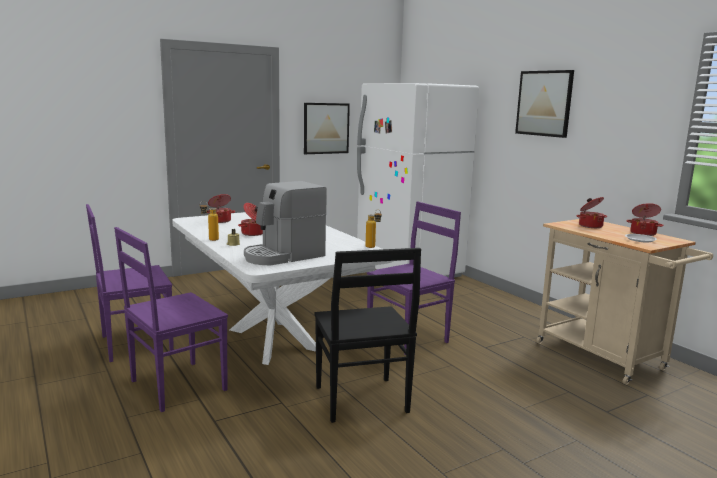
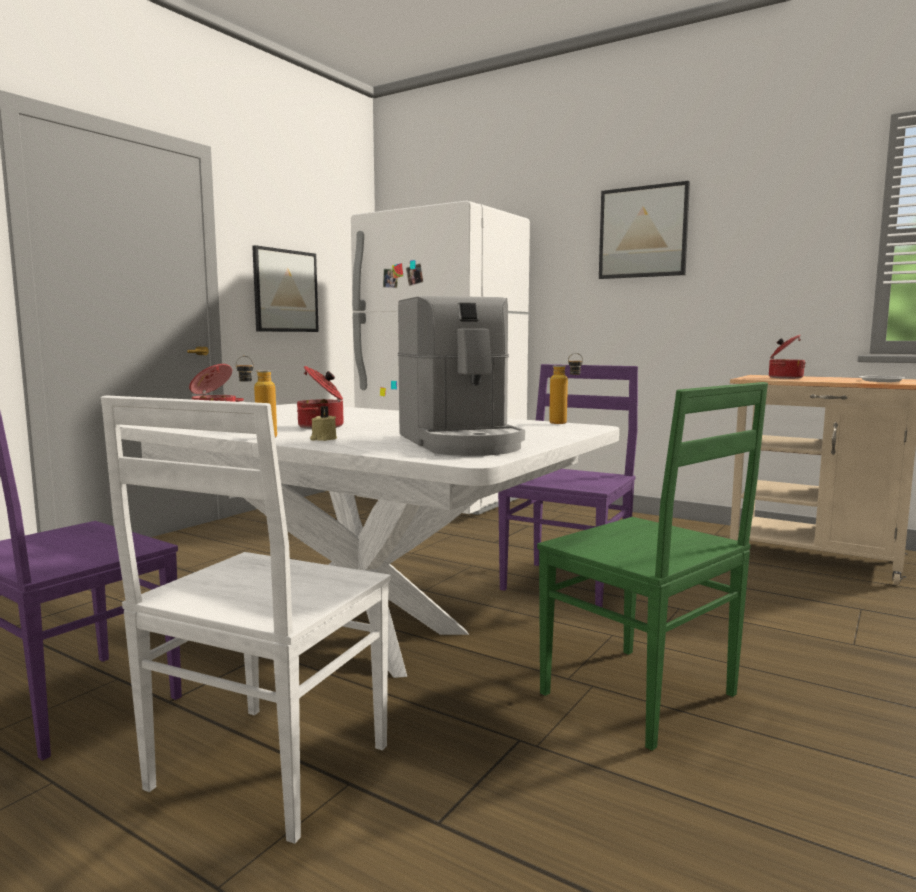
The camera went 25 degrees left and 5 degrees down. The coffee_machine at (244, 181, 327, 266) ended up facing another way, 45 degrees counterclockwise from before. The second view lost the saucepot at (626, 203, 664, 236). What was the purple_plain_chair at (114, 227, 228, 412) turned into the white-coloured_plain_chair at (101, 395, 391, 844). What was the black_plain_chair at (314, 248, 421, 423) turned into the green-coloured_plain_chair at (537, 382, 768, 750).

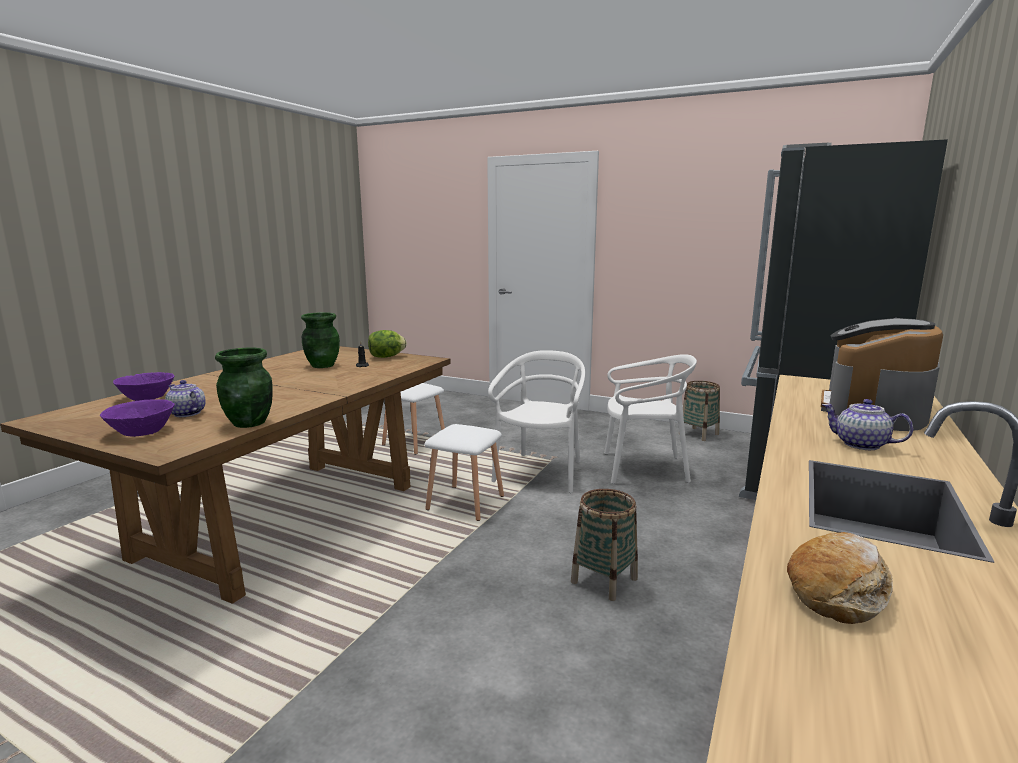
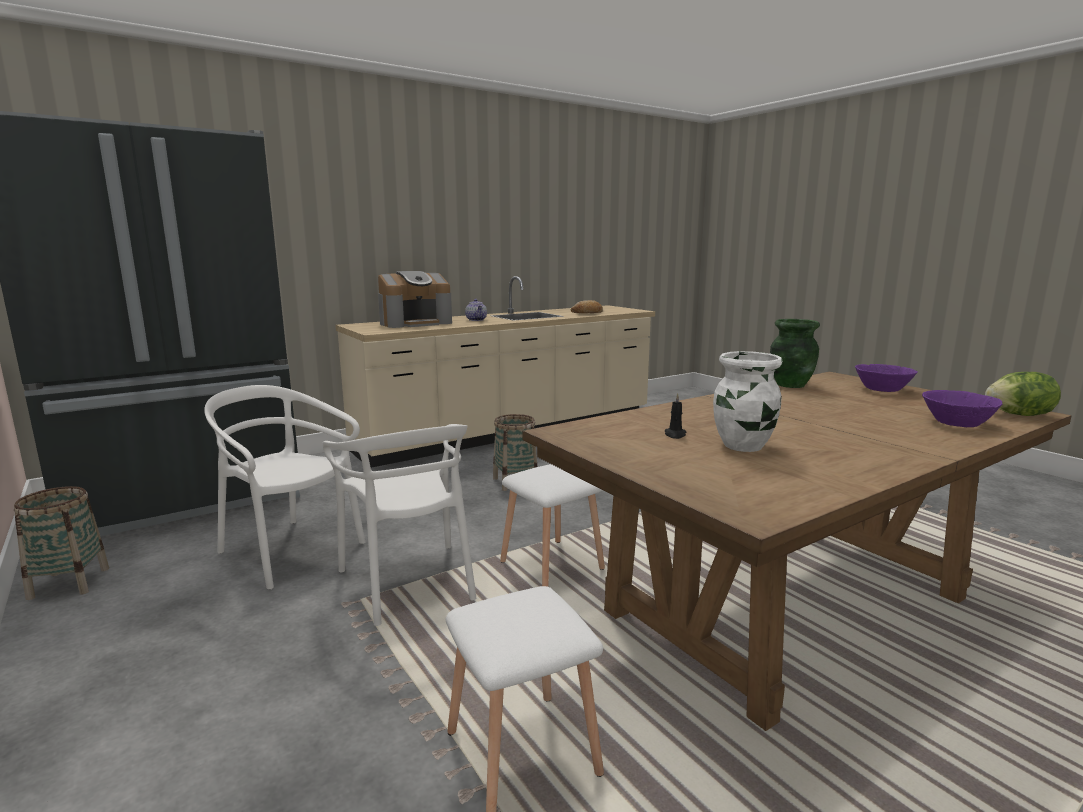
The camera went 150 degrees left and 0 degrees up. What was the green-coloured_vase at (301, 312, 340, 368) turned into the white-coloured_vase at (713, 351, 783, 452). The lettuce ended up elsewhere, having gone from (368, 330, 407, 358) to (985, 372, 1061, 416). The white-coloured_plain_chair at (488, 350, 585, 493) ended up facing another way, 75 degrees counterclockwise from before. The second view lost the teapot at (165, 380, 206, 417).

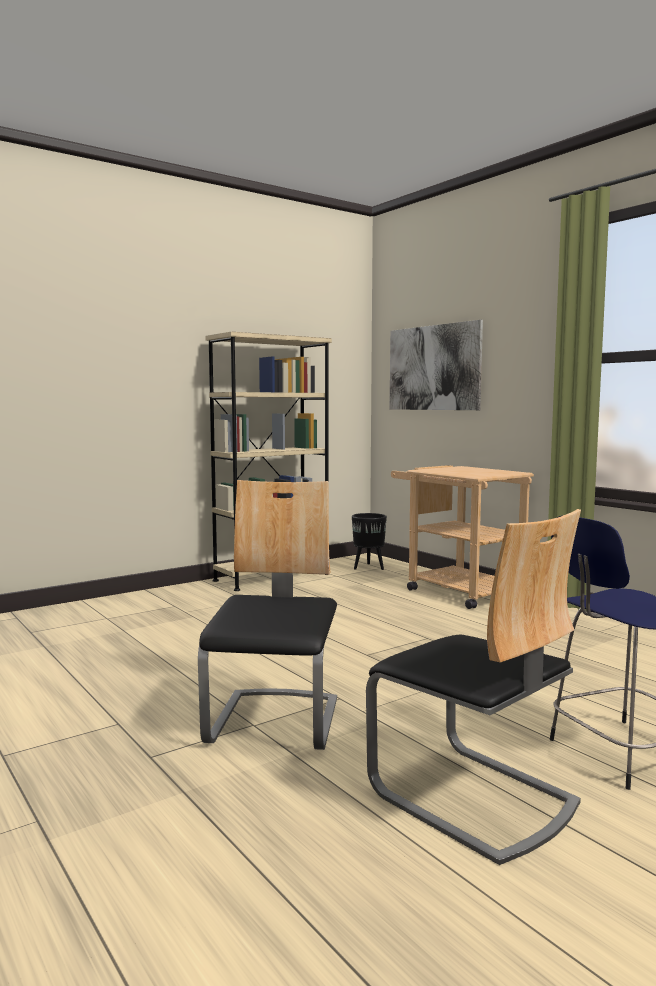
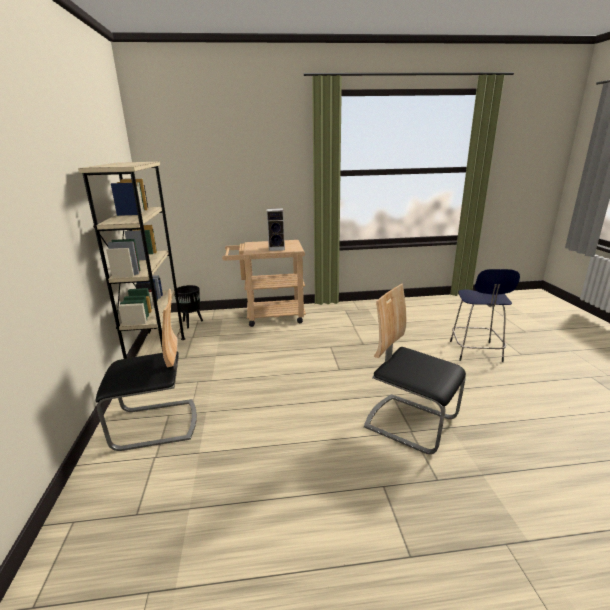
The camera went 60 degrees left and 15 degrees up. The second view lost the wall_art at (390, 320, 483, 410). The plain_chair ended up elsewhere, having gone from (366, 509, 581, 865) to (96, 289, 197, 451). The second view gained the speaker at (267, 208, 285, 251).

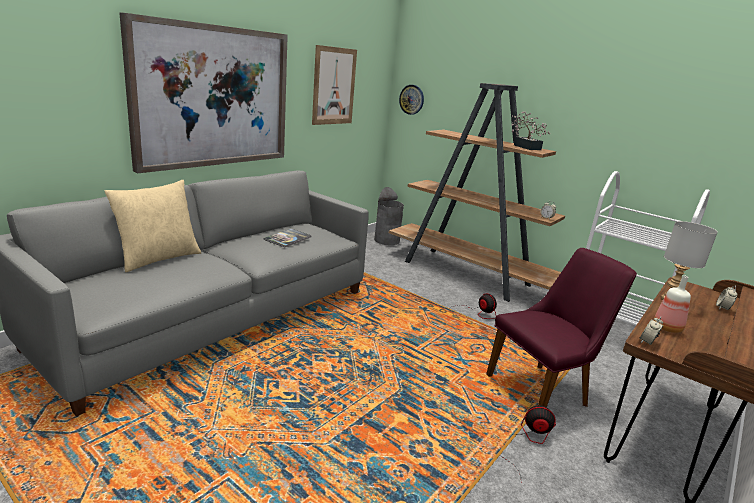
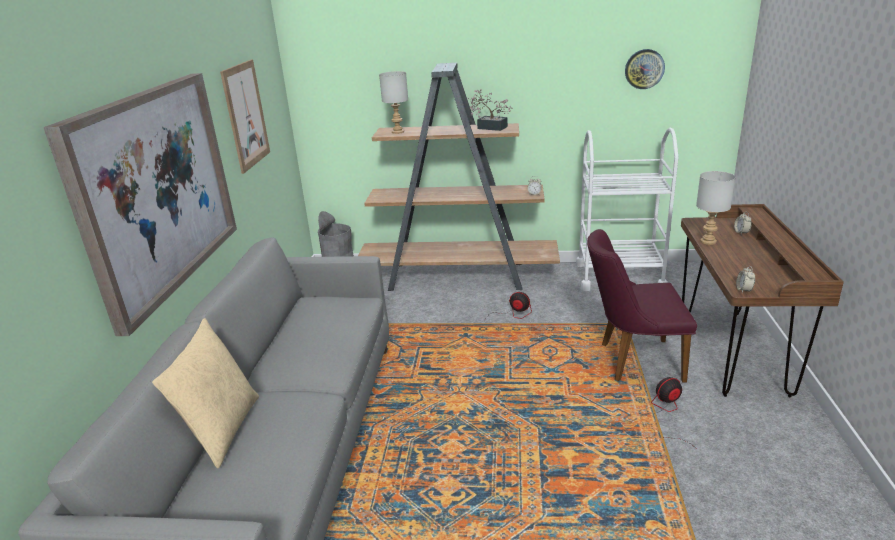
The camera went 30 degrees left and 5 degrees up. The hanging_clock ended up elsewhere, having gone from (399, 85, 424, 115) to (625, 49, 665, 89). The second view lost the volume at (264, 229, 312, 247). The purple_plain_chair at (486, 248, 637, 407) ended up facing another way, 120 degrees counterclockwise from before. The second view lost the drink_bottle at (654, 275, 691, 333). The second view gained the gray_lamp_for_a_table at (379, 71, 408, 134).

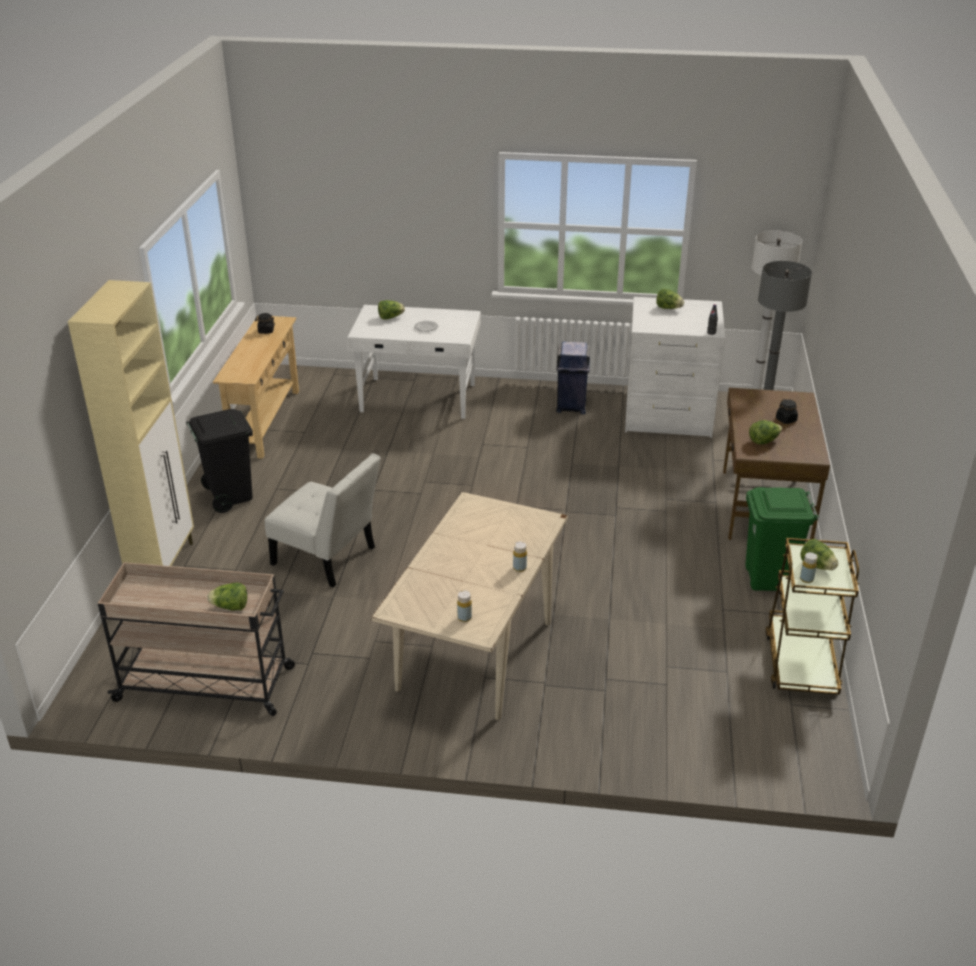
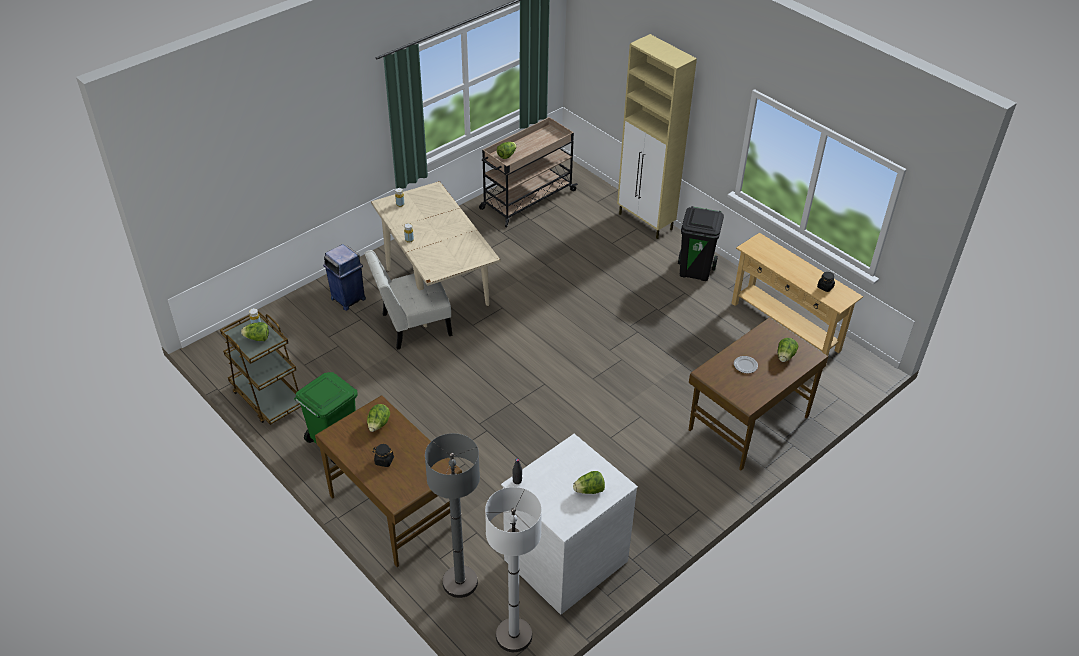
The camera went 130 degrees right and 10 degrees up. What was the white-coloured_desk_table at (347, 305, 481, 419) turned into the brown-coloured_desk_table at (689, 317, 828, 470). The blue_rubbish_bin ended up elsewhere, having gone from (556, 342, 590, 414) to (323, 244, 366, 311). The white-coloured_plain_chair ended up elsewhere, having gone from (265, 453, 381, 588) to (365, 250, 453, 350).

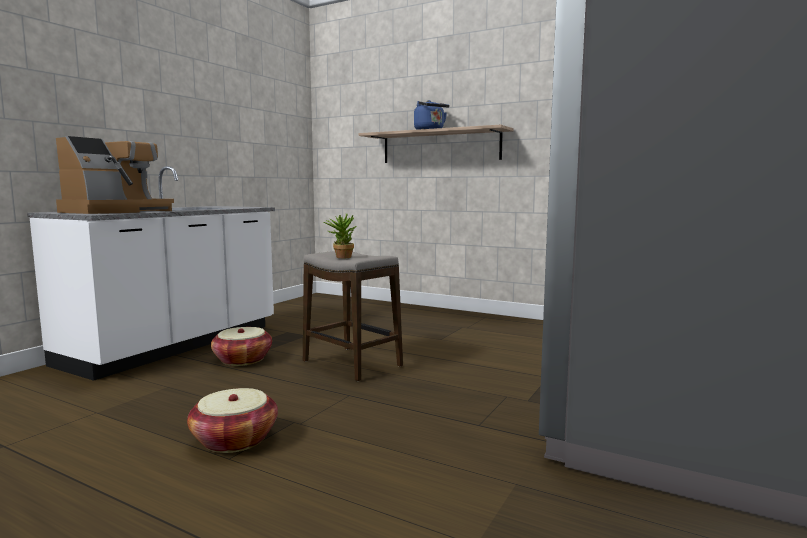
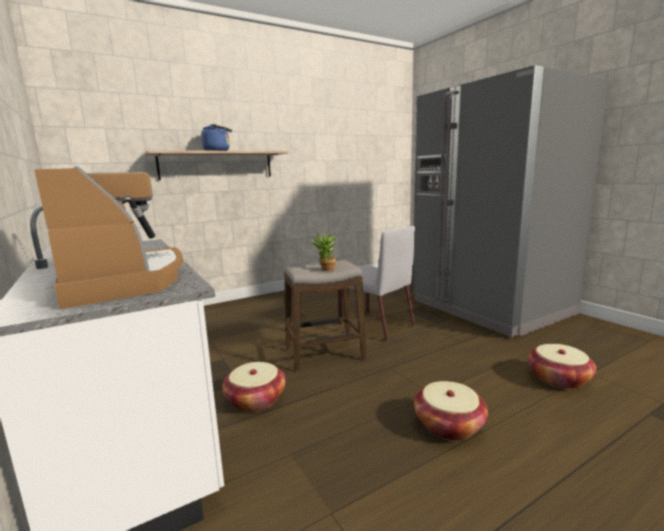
The camera went 60 degrees left and 5 degrees up. The second view gained the gray_plain_chair at (338, 226, 415, 341). The second view gained the household_basket at (528, 344, 596, 389).

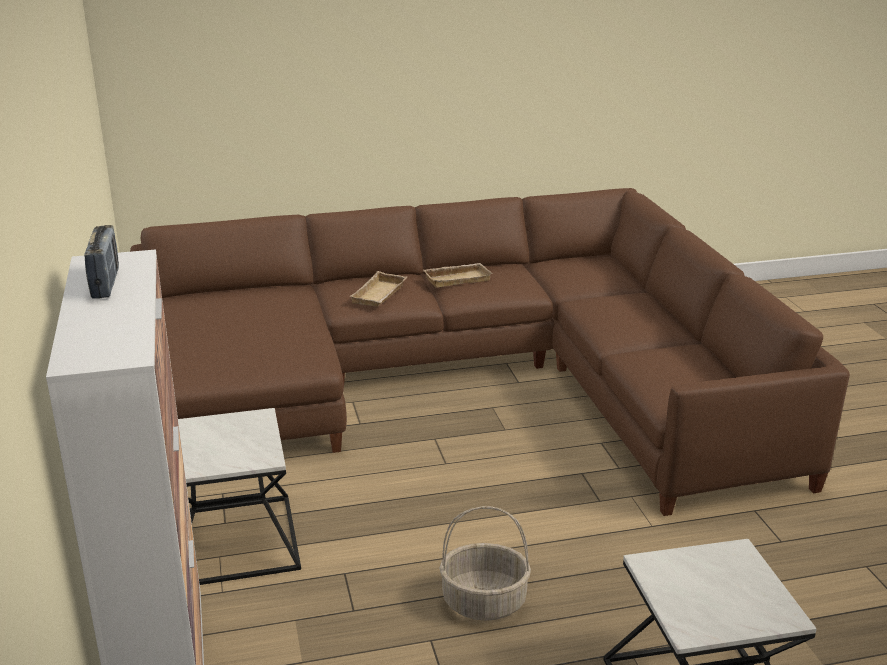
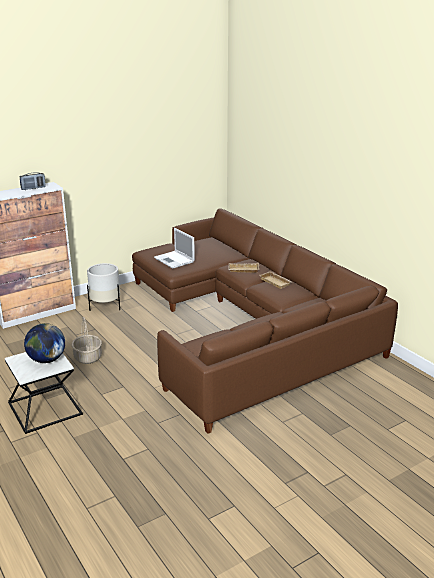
The camera went 70 degrees right and 0 degrees up. Where the side_table stood at (178, 408, 301, 585), the white-coloured_planter came to stand at (87, 263, 120, 311). The second view gained the laptop at (154, 228, 195, 269). The second view gained the desk_globe at (24, 323, 65, 363).

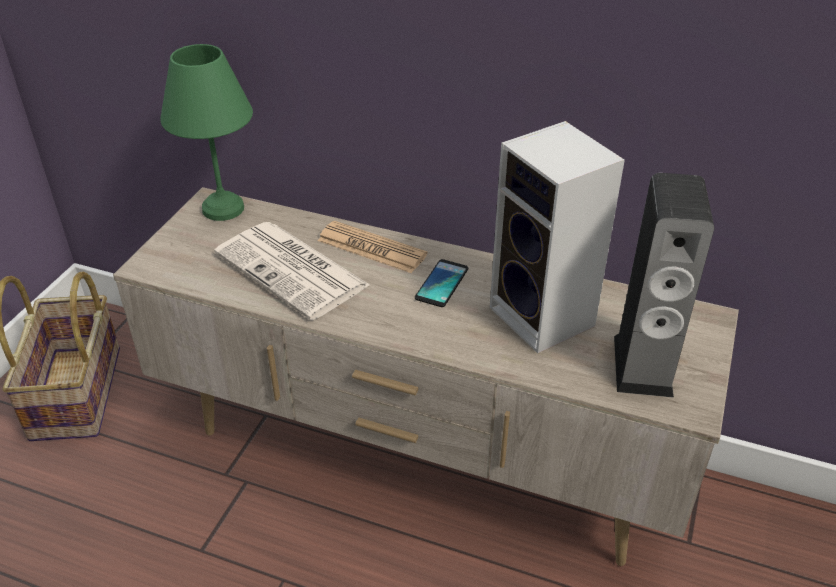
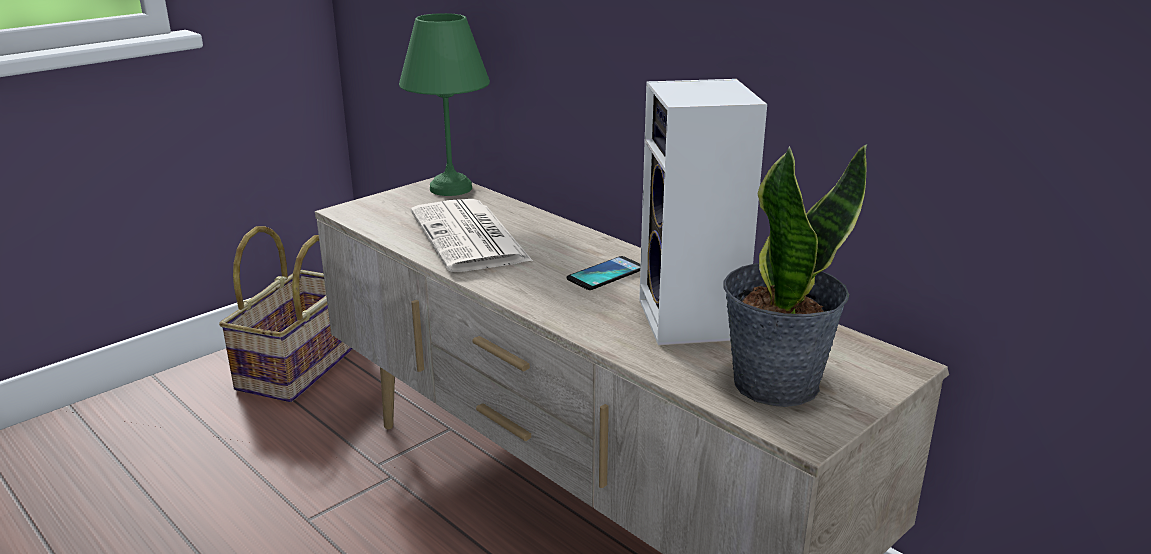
The camera went 25 degrees right and 15 degrees down. Where the speaker stood at (614, 173, 714, 398), the houseplant came to stand at (723, 144, 867, 407). The second view lost the newspaper at (318, 221, 428, 273).

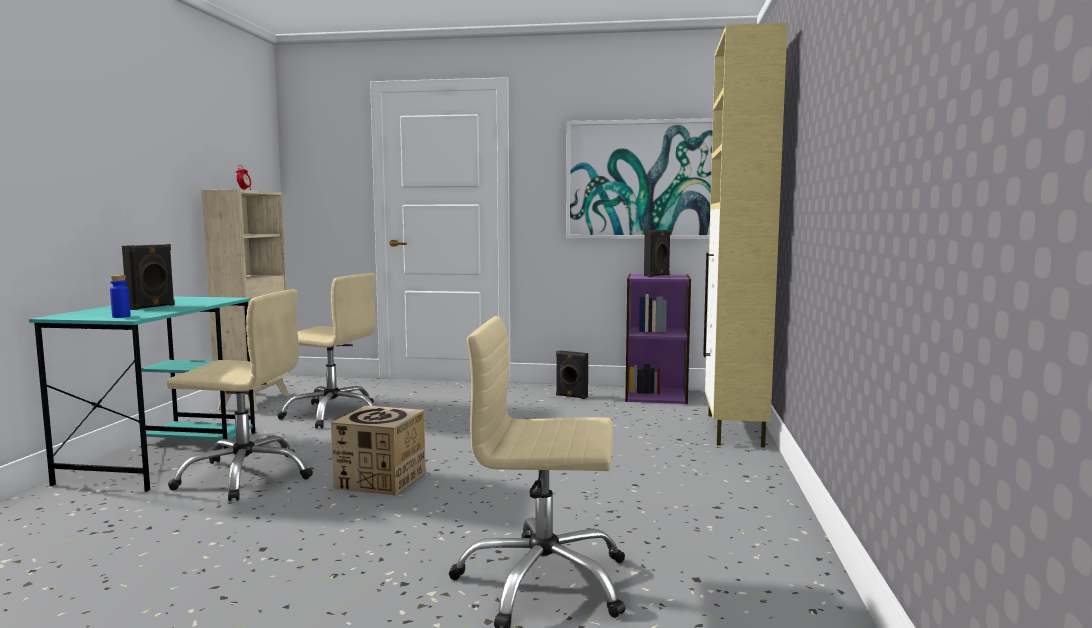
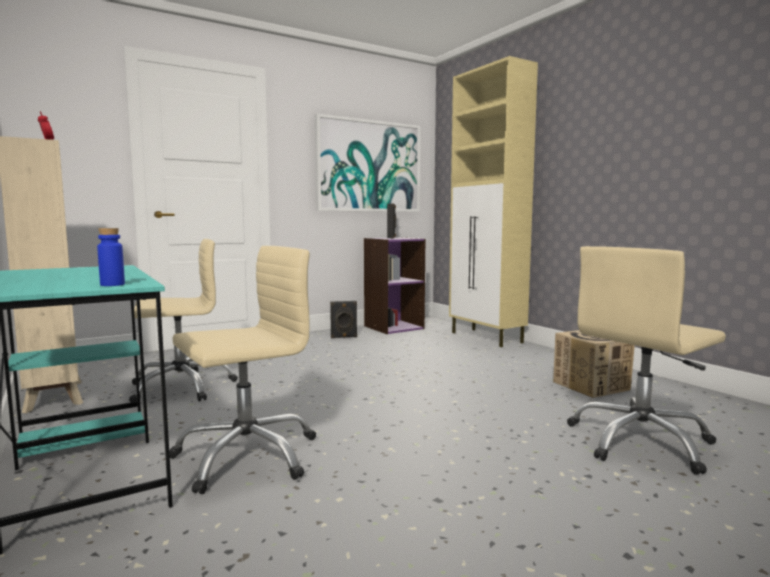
The camera went 40 degrees left and 0 degrees up. The second view lost the black_speaker at (122, 244, 175, 310). The carton ended up elsewhere, having gone from (331, 405, 426, 495) to (553, 330, 635, 398).

